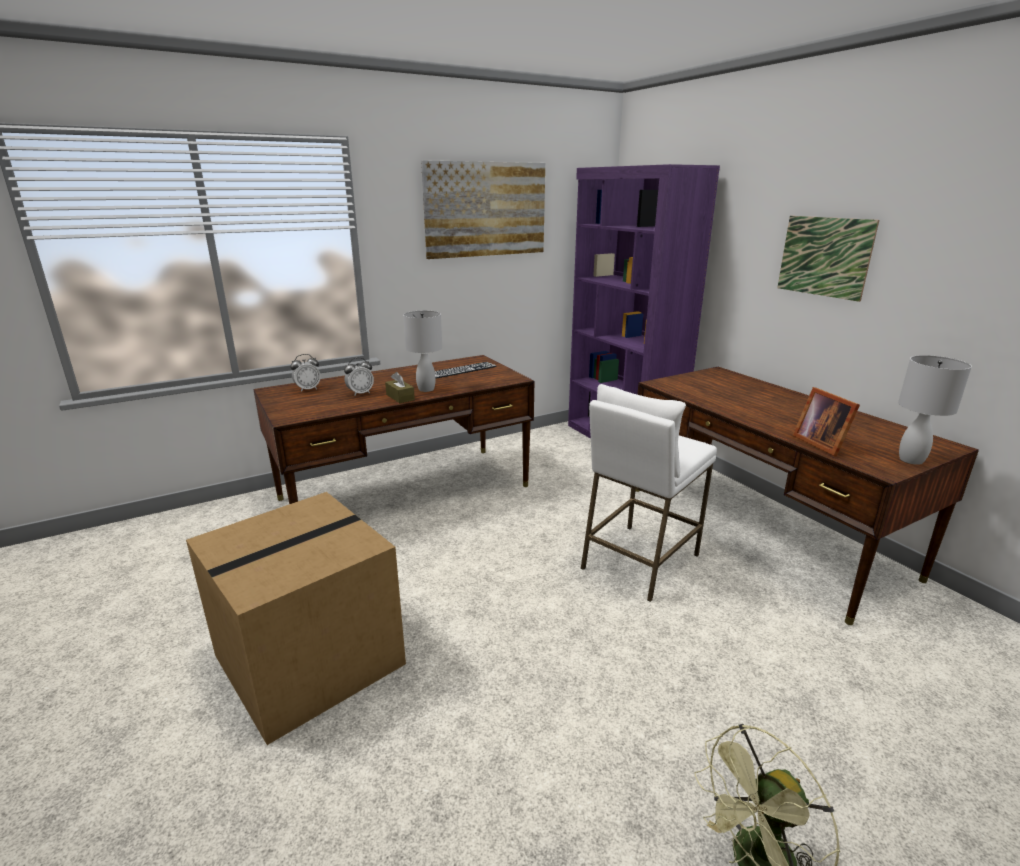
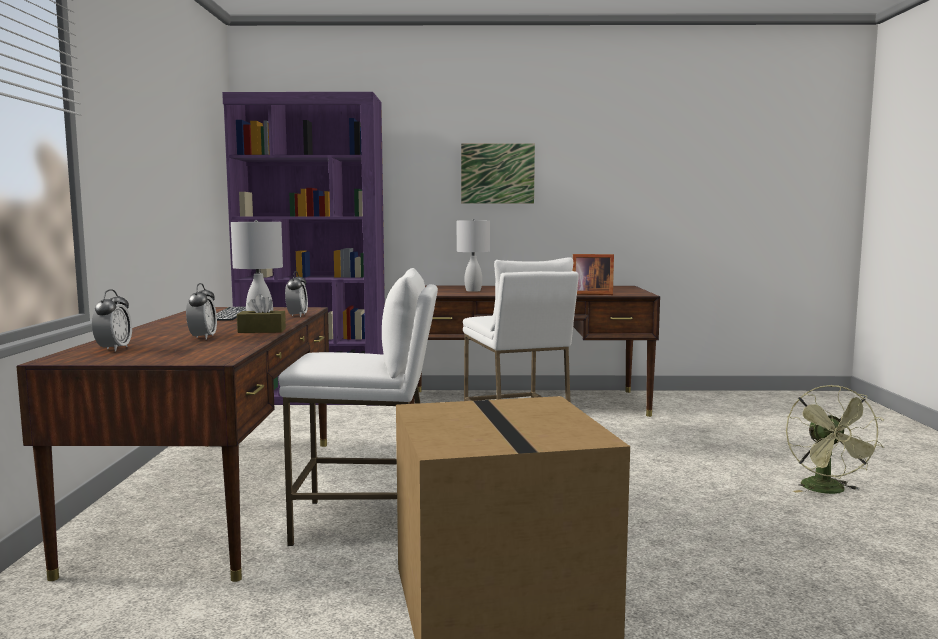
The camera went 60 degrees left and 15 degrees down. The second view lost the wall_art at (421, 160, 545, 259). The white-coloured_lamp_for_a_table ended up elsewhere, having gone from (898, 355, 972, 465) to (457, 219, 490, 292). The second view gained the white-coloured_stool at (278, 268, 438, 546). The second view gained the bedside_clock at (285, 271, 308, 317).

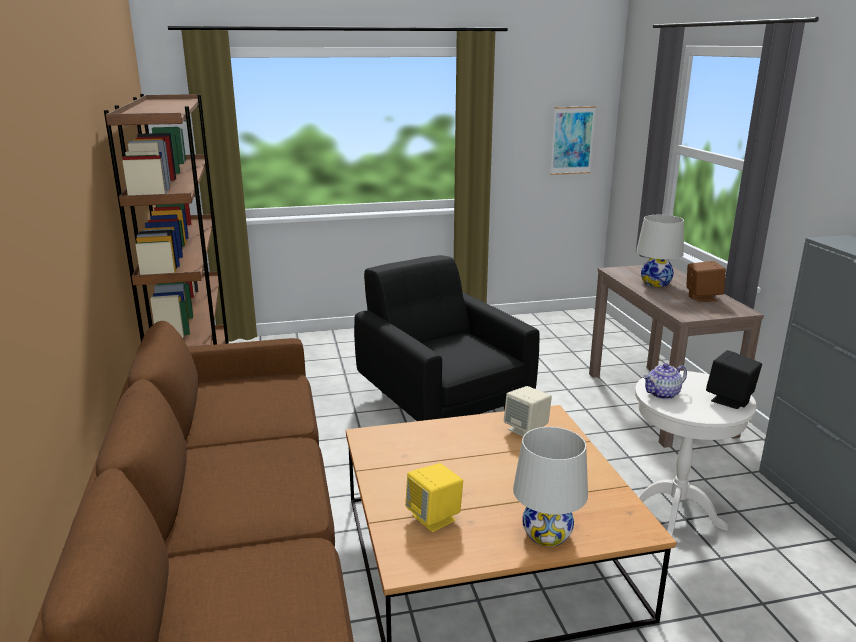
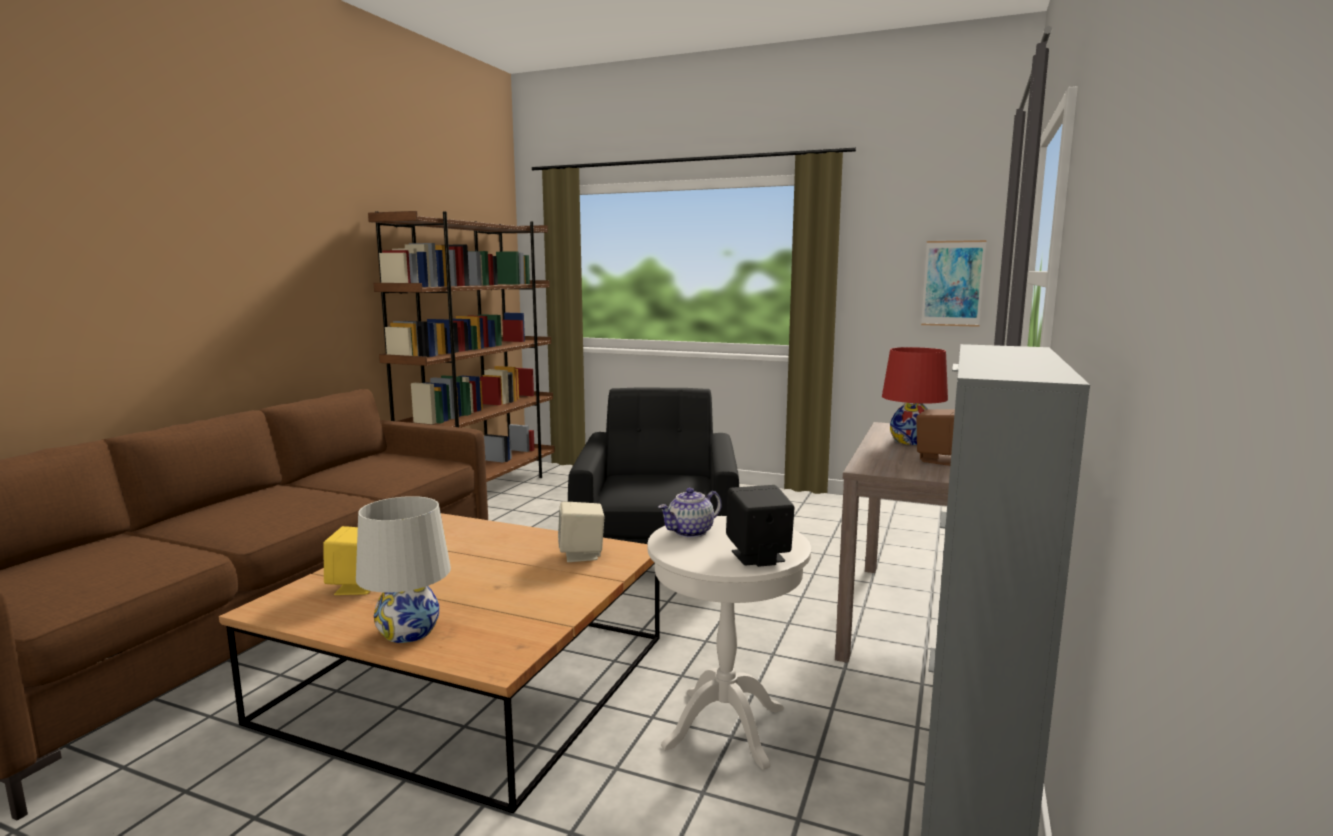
The camera went 35 degrees right and 10 degrees down. What was the white-coloured_lamp_for_a_table at (636, 215, 684, 287) turned into the red-coloured_lamp_for_a_table at (882, 347, 948, 445). The teapot at (643, 363, 687, 399) ended up facing another way, 45 degrees counterclockwise from before.

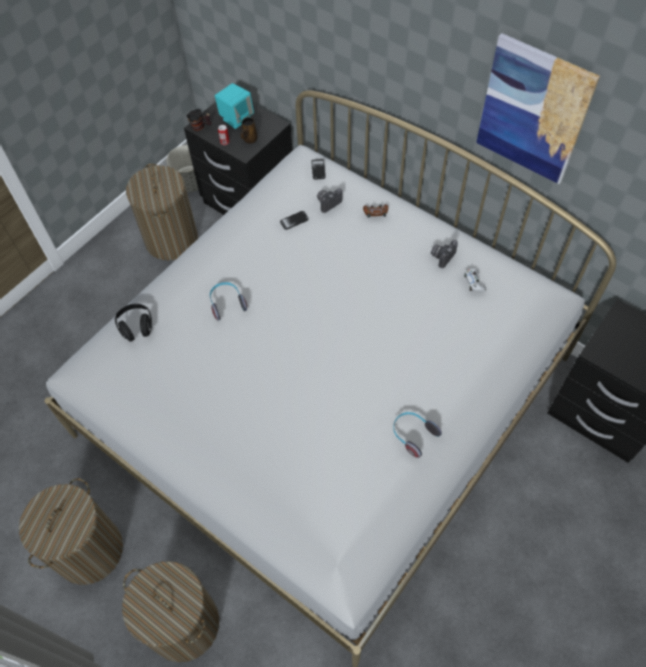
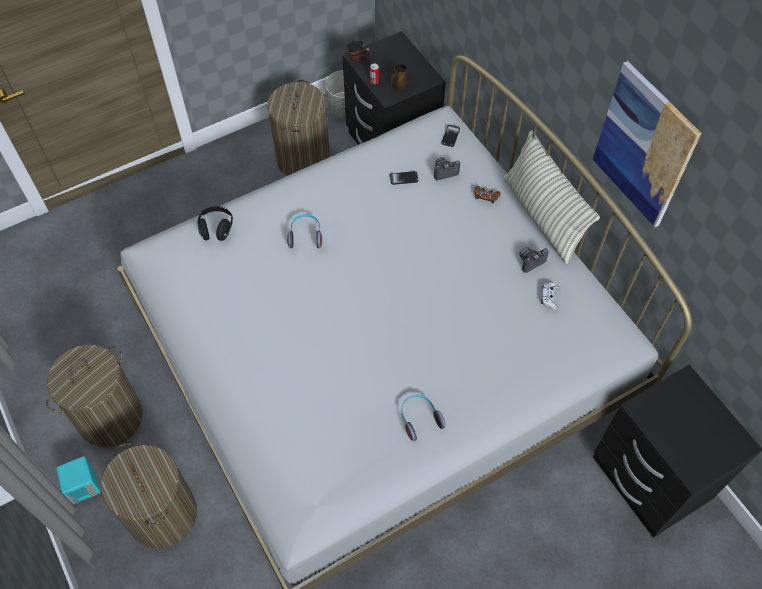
The camera went 20 degrees right and 0 degrees up. The turquoise_speaker ended up elsewhere, having gone from (215, 83, 254, 129) to (56, 456, 100, 504). The second view gained the throw_pillow at (504, 130, 600, 264).

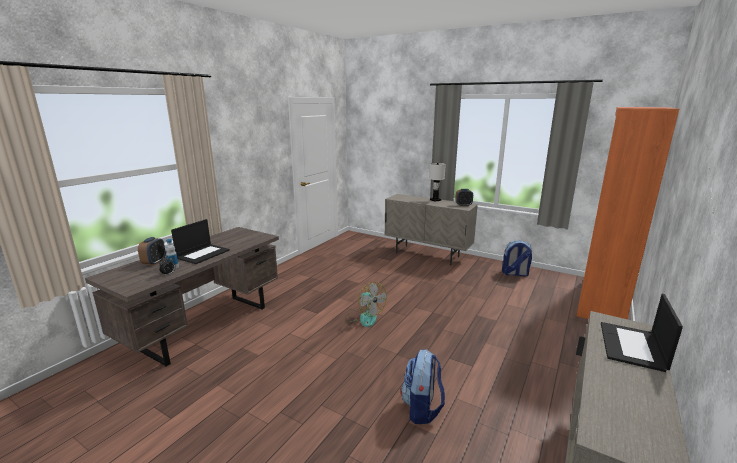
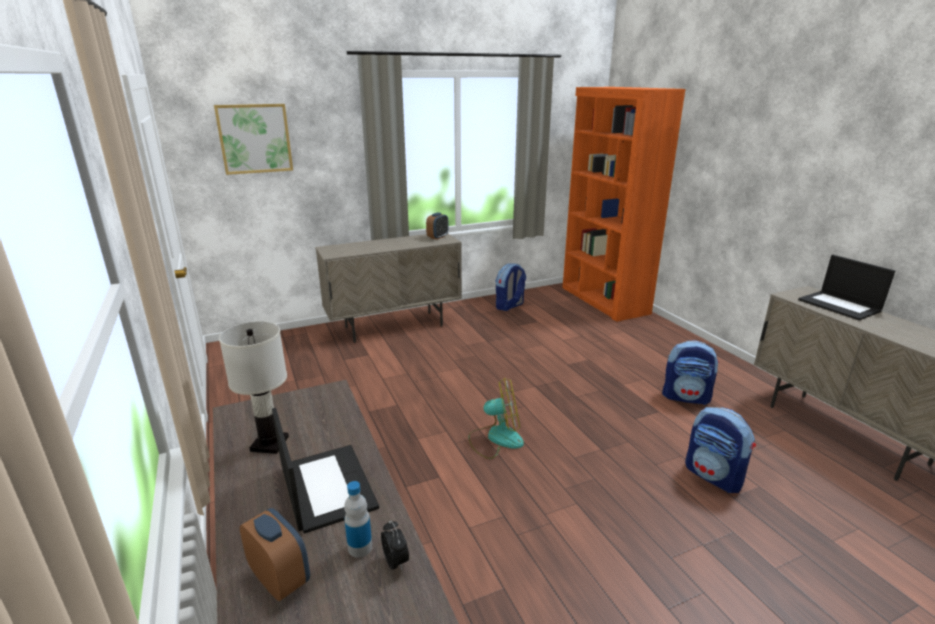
The camera went 55 degrees left and 5 degrees up. The white-coloured_lamp_for_a_table ended up elsewhere, having gone from (429, 163, 446, 202) to (219, 321, 289, 454). The second view gained the wall_art at (214, 104, 293, 175). The second view gained the rucksack at (662, 340, 719, 405).

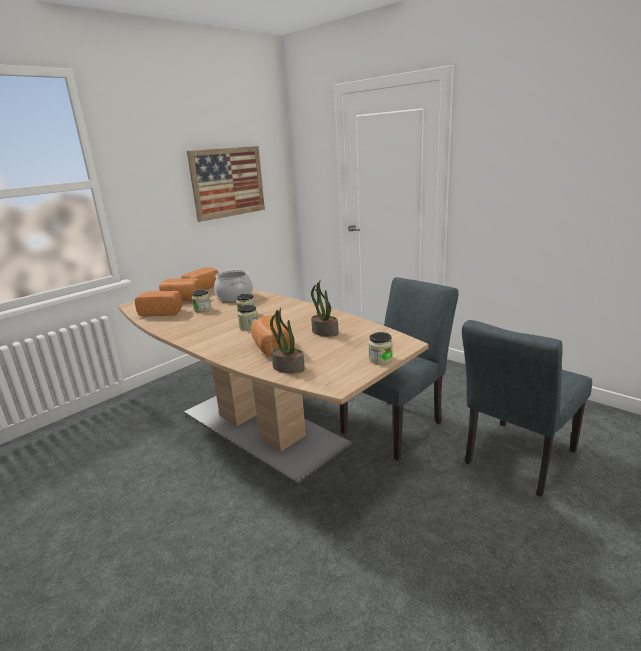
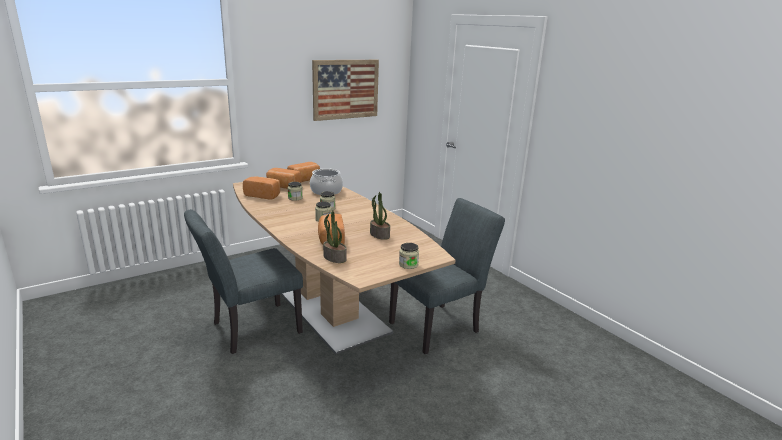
The camera went 10 degrees right and 0 degrees up. The gray_plain_chair ended up elsewhere, having gone from (462, 320, 592, 497) to (184, 209, 303, 354).

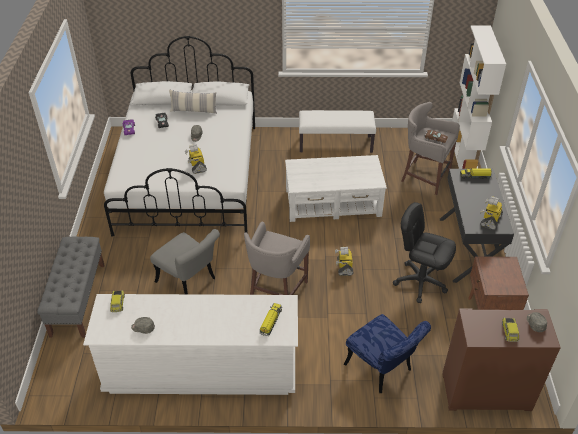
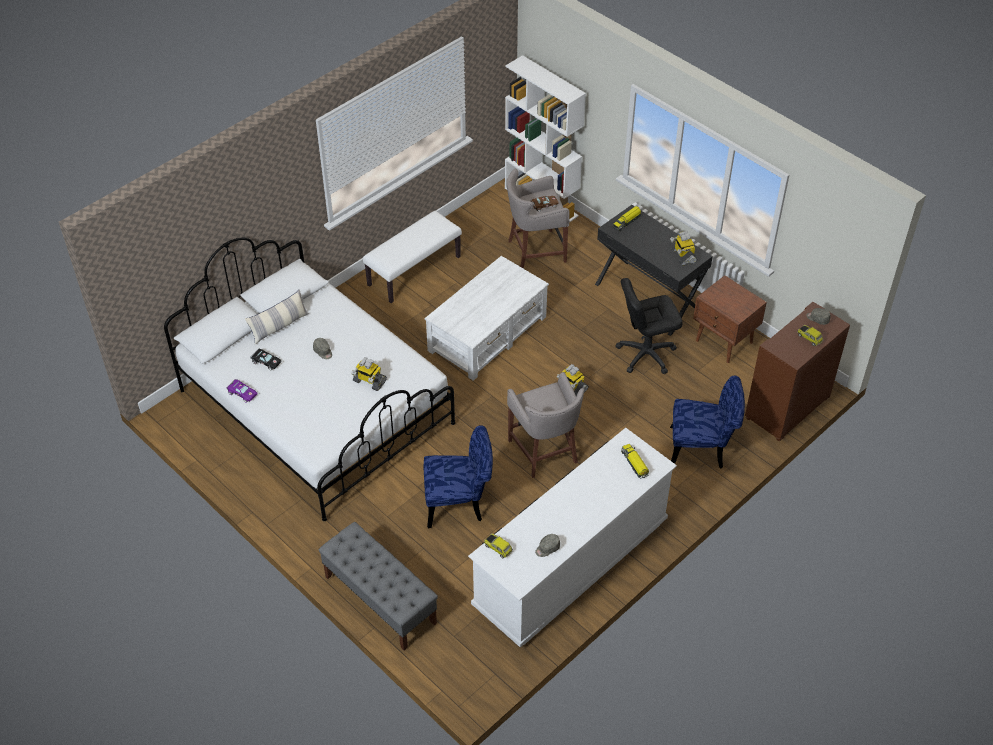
The camera went 45 degrees left and 5 degrees up. What was the gray_plain_chair at (150, 229, 220, 294) turned into the blue_plain_chair at (424, 425, 493, 529).

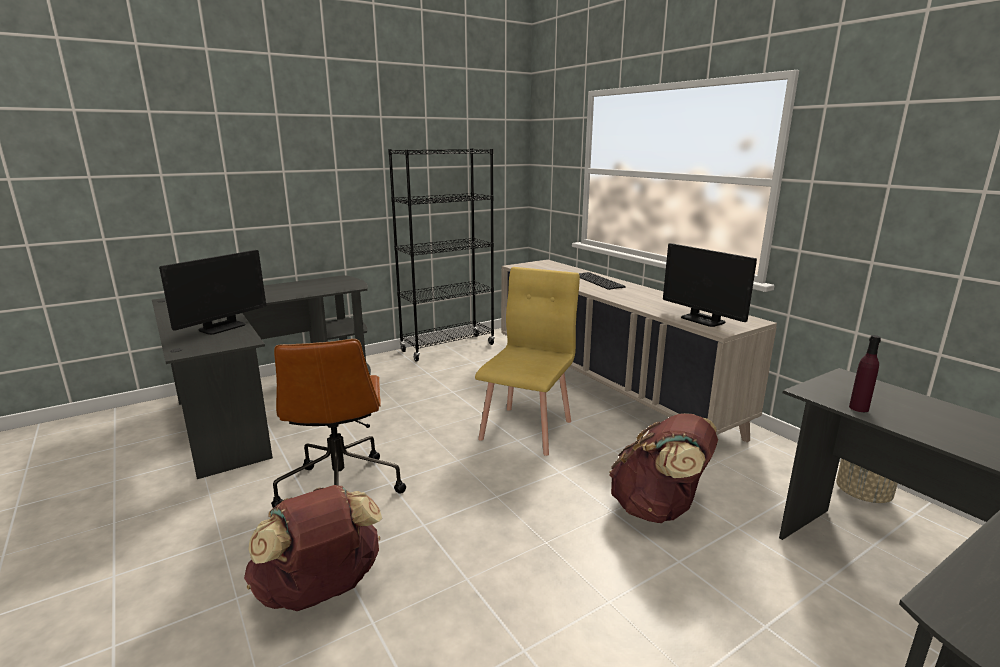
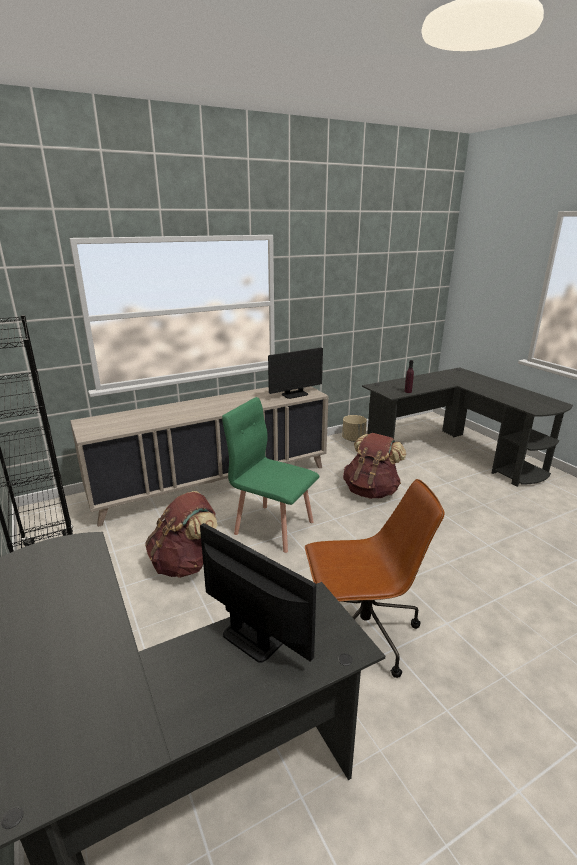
The camera went 85 degrees left and 5 degrees up. What was the yellowish_plain_chair at (475, 267, 580, 456) turned into the green-coloured_plain_chair at (222, 397, 319, 553). The second view lost the PC_keyboard at (579, 272, 626, 290). The brown-coloured_rucksack ended up elsewhere, having gone from (244, 485, 382, 611) to (145, 491, 218, 578).

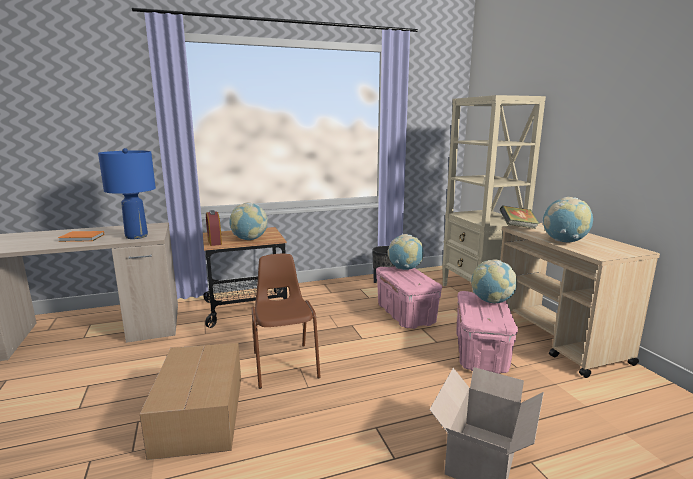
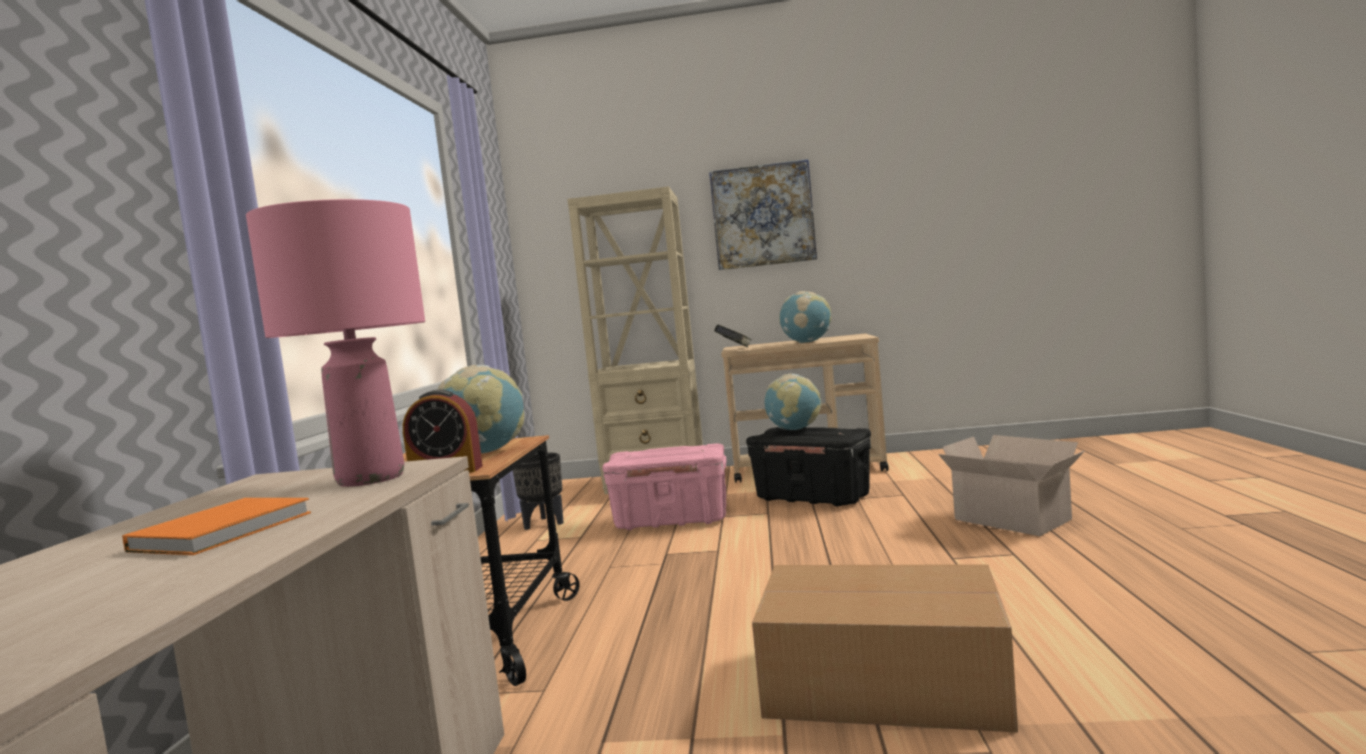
The camera went 65 degrees left and 10 degrees down. What was the blue_lamp_for_a_table at (98, 148, 156, 239) turned into the pinkish_lamp_for_a_table at (246, 199, 425, 487). The second view lost the desk_globe at (387, 234, 424, 270). The second view lost the brown-coloured_plain_chair at (252, 254, 321, 389). What was the pinkish_storage_container at (456, 291, 518, 374) turned into the black_storage_container at (746, 427, 871, 507). The second view gained the wall_art at (709, 159, 817, 270).

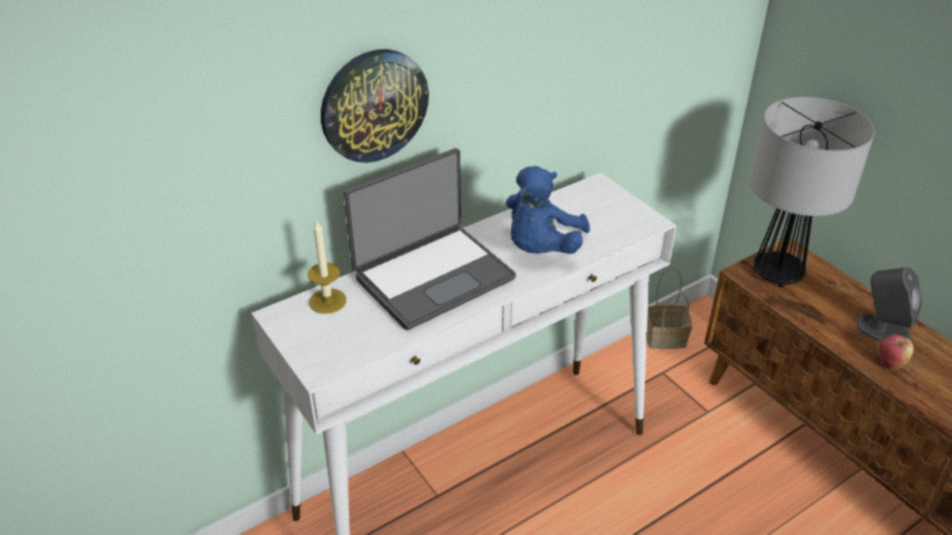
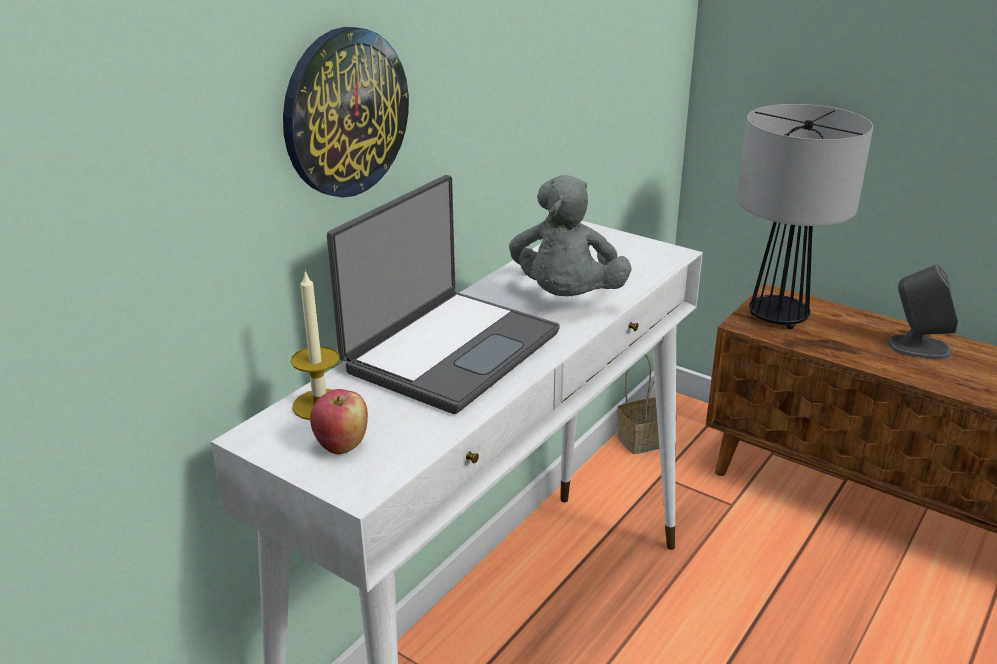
The camera went 20 degrees left and 10 degrees down. What was the blue_plush_toy at (506, 166, 590, 254) turned into the gray_plush_toy at (509, 175, 631, 296). The apple_fruit ended up elsewhere, having gone from (878, 334, 914, 369) to (310, 389, 368, 455).

